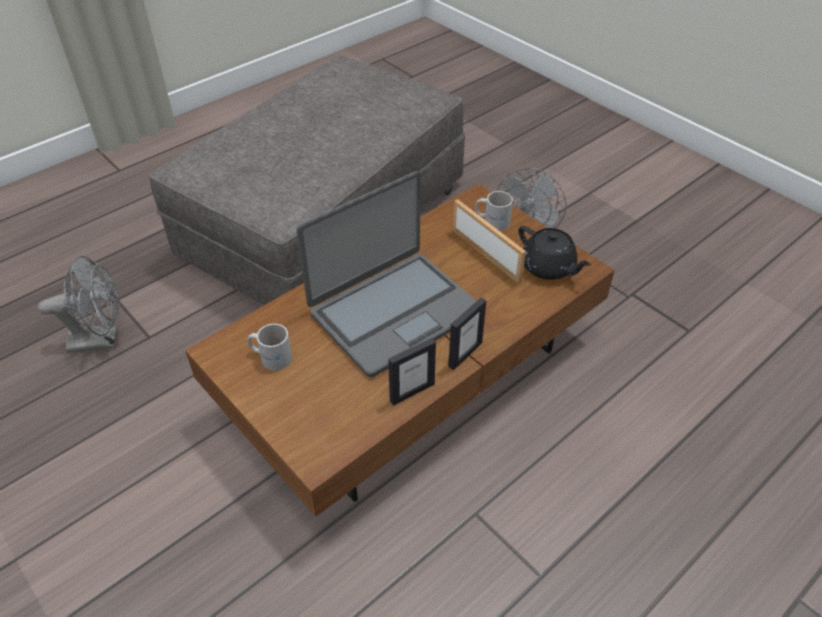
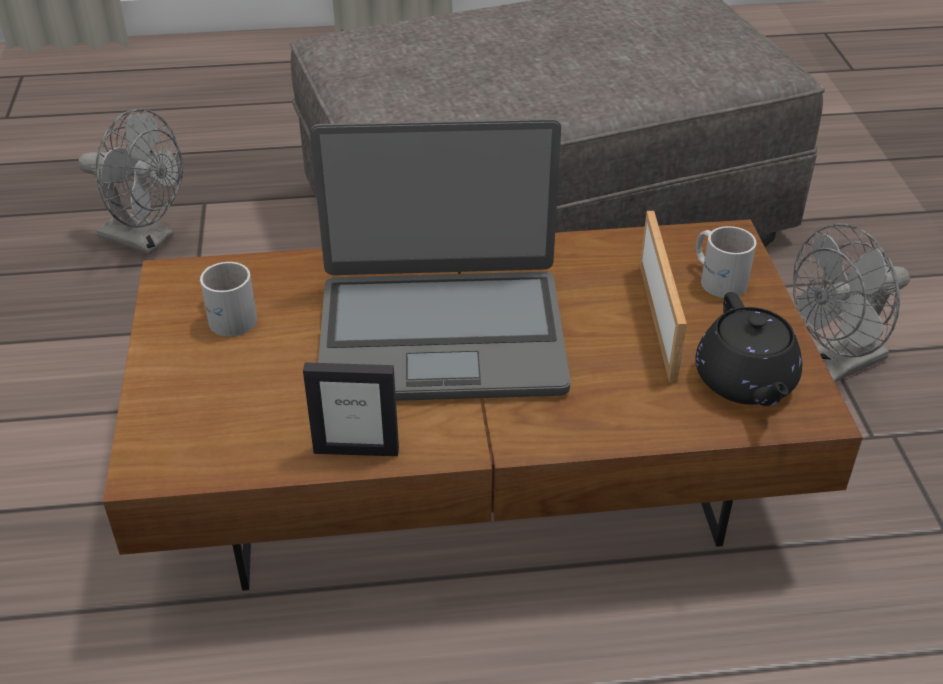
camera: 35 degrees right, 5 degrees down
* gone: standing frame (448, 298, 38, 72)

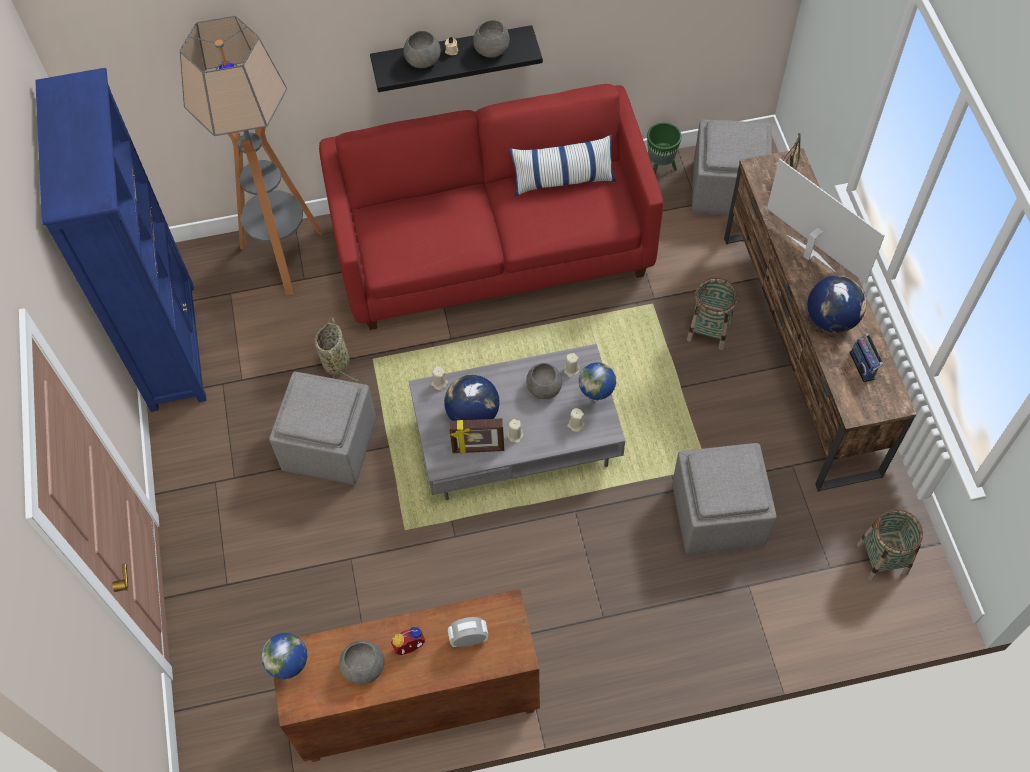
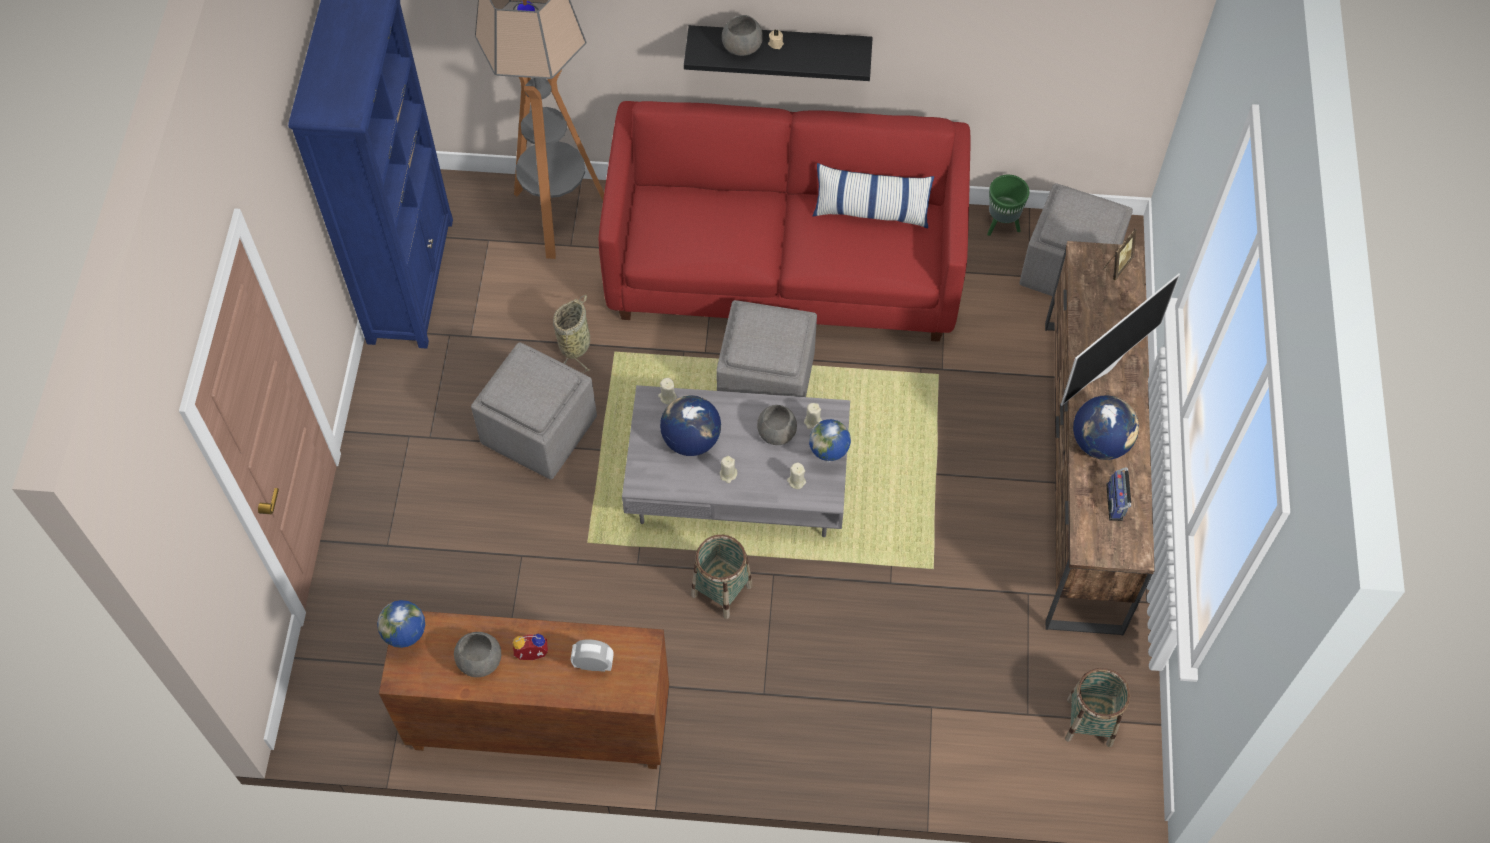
camera: 15 degrees right, 0 degrees up
* shifted: household basket (687, 277, 51, 73) to (691, 535, 61, 84)
* shifted: gray ottoman (672, 443, 104, 111) to (716, 300, 101, 97)
* rotated: TV set (767, 159, 118, 124) = (1061, 274, 119, 132) 75 degrees clockwise
* gone: standing frame (449, 418, 55, 36)
* gone: gray deep dish (473, 20, 37, 38)

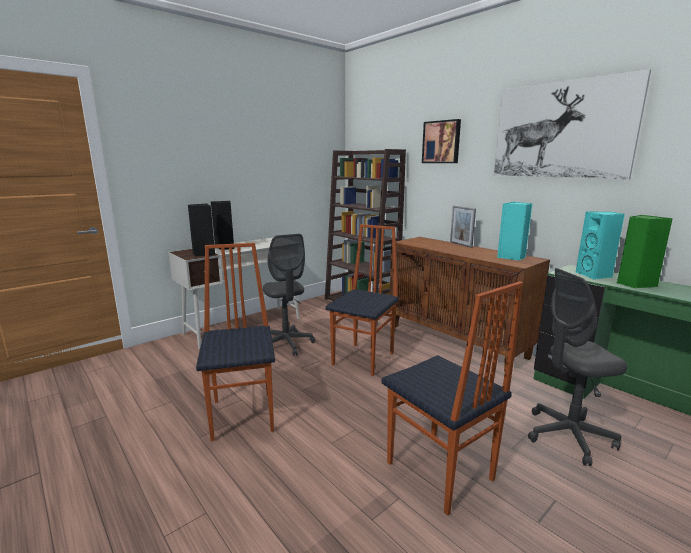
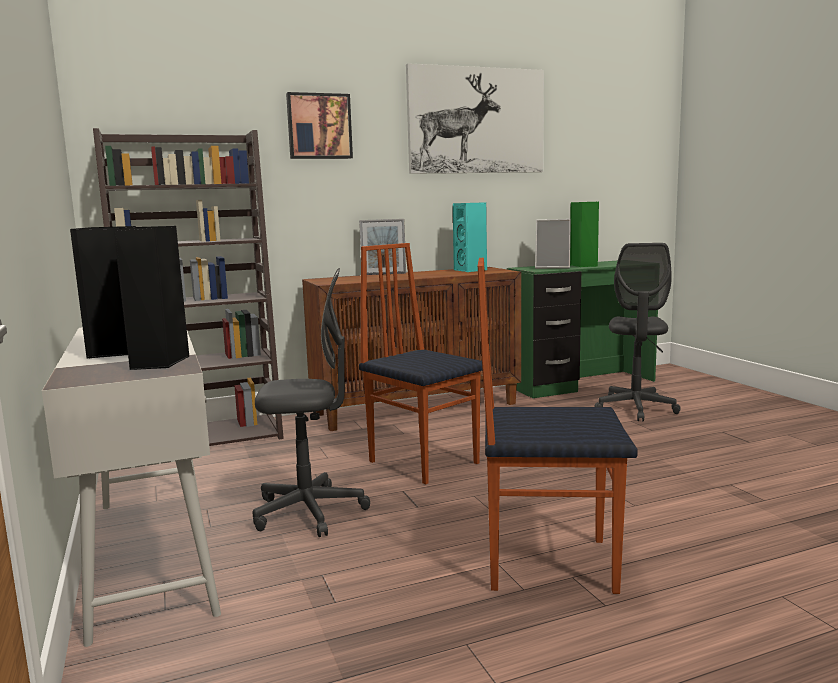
camera: 70 degrees left, 5 degrees down
* swapped: blue-green loudspeaker (575, 211, 50, 69) to standing frame (535, 219, 36, 50)
* gone: chair (382, 281, 141, 235)

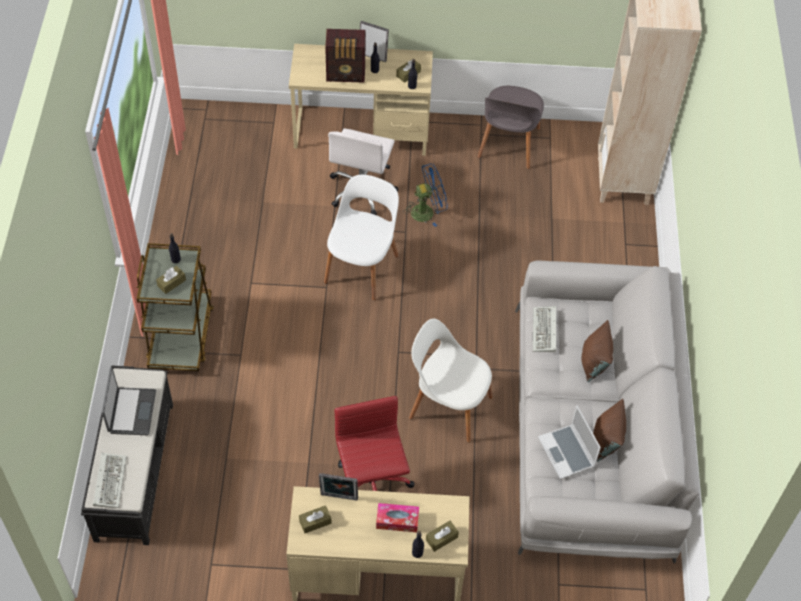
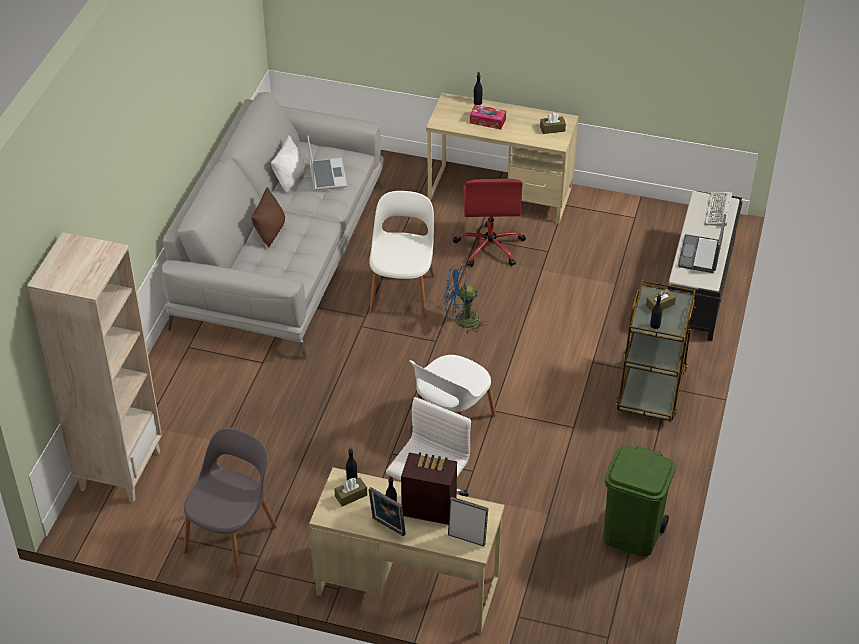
camera: 165 degrees left, 10 degrees down
* repainted: brownish cushion (593, 399, 33, 63) to white cushion (271, 135, 34, 58)
* rotated: white chair (409, 319, 83, 124) = (369, 191, 66, 127) 120 degrees counterclockwise
* shifted: blue cooling fan (403, 163, 45, 64) to (445, 265, 42, 69)
* shifted: standing frame (319, 473, 39, 28) to (448, 497, 40, 49)
* new: green-coloured rubbish bin (603, 446, 73, 111)
* gone: brownish box of tissues (426, 521, 33, 31)
* gone: computer keyboard (533, 306, 23, 46)

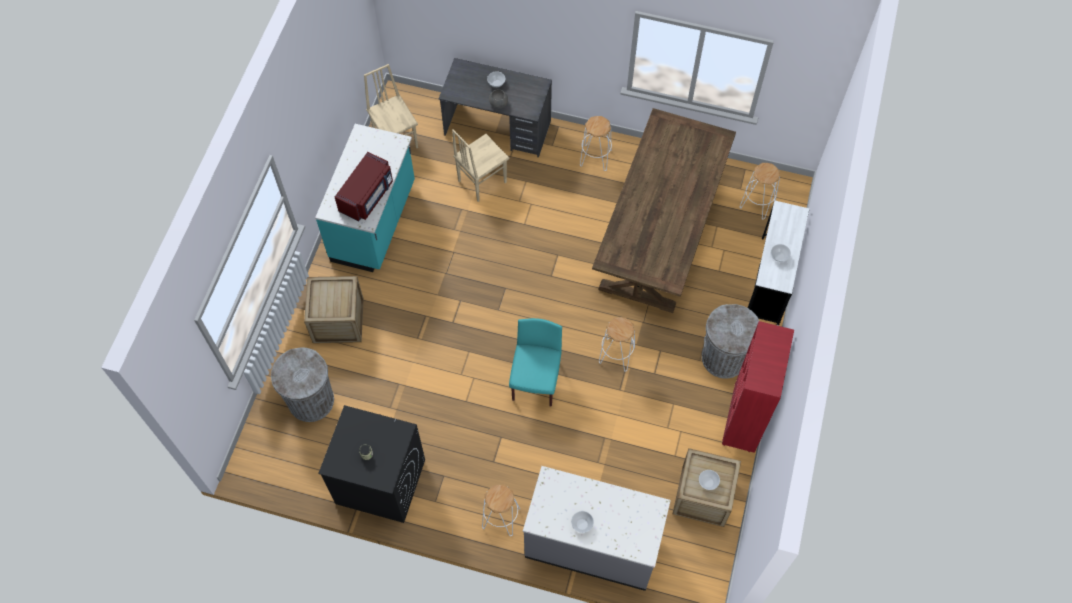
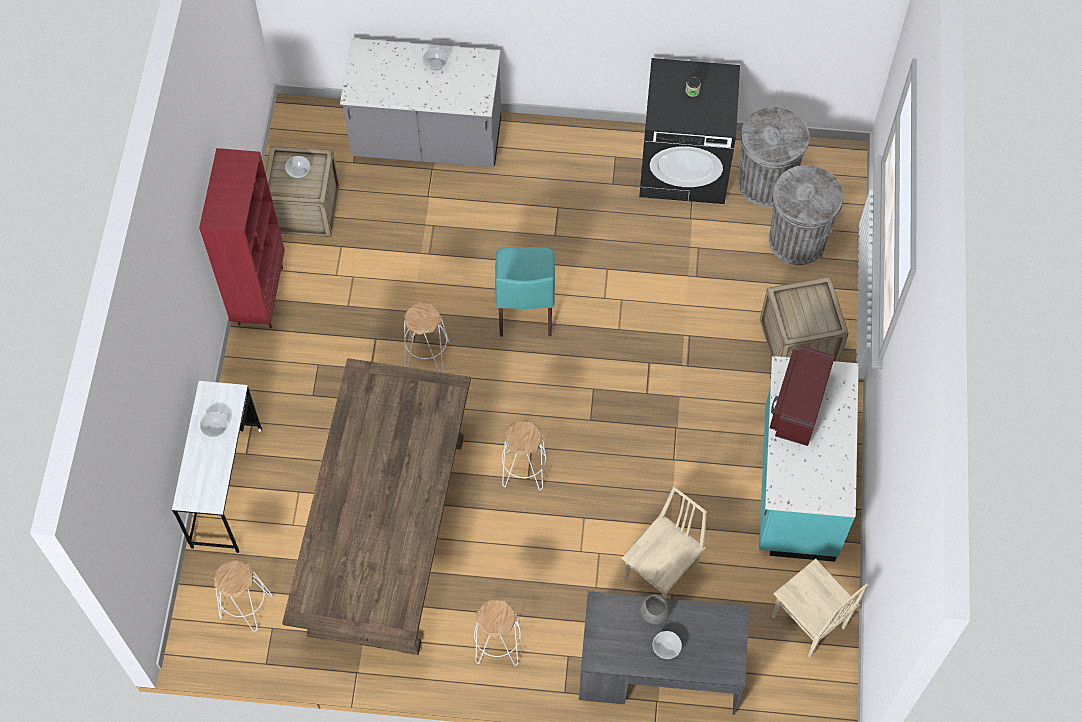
camera: 170 degrees right, 0 degrees up
* shifted: white stool (482, 484, 38, 52) to (502, 420, 44, 70)
* shifted: gray rubbish bin (702, 304, 57, 75) to (737, 107, 73, 100)

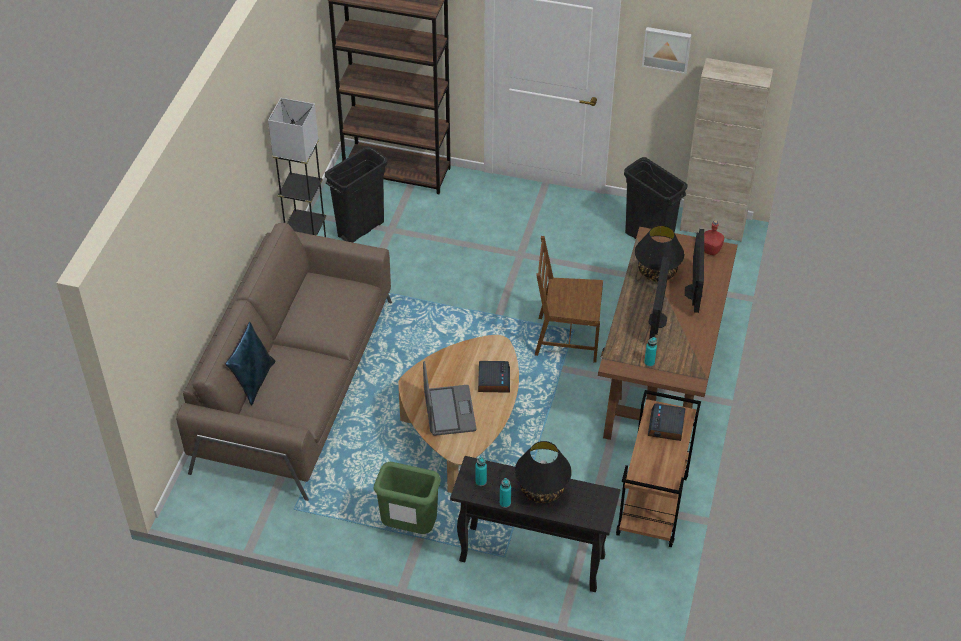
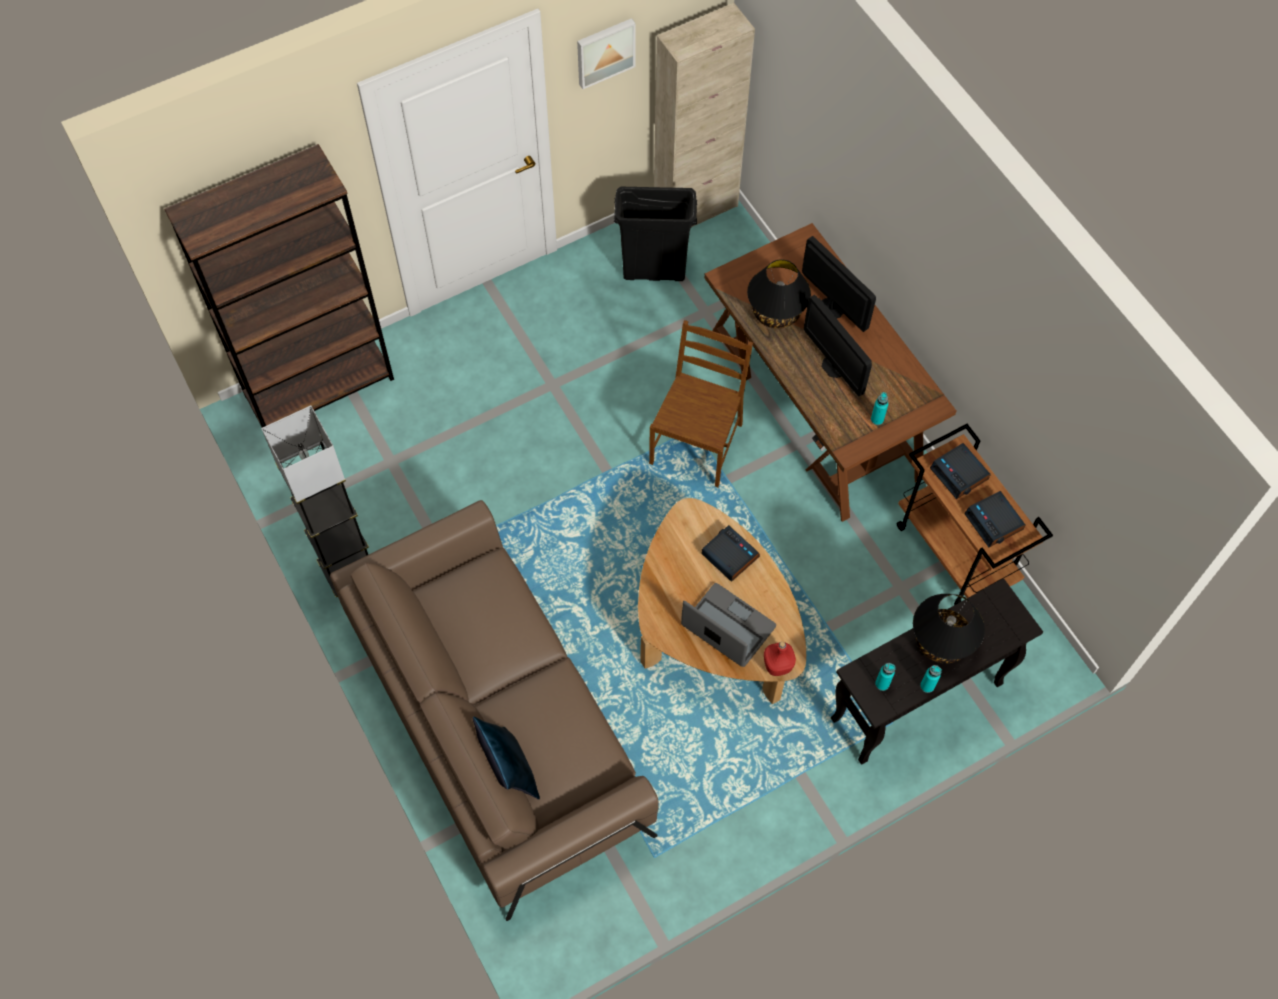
camera: 45 degrees left, 15 degrees up
* rotated: brownish chair (535, 236, 68, 127) = (649, 320, 104, 167) 150 degrees clockwise
* shifted: red bottle (704, 220, 20, 35) to (764, 642, 32, 34)
* new: alarm clock (964, 491, 62, 56)
* gone: blackish rubbish bin (325, 146, 62, 97)
* gone: green-coloured rubbish bin (373, 462, 68, 72)

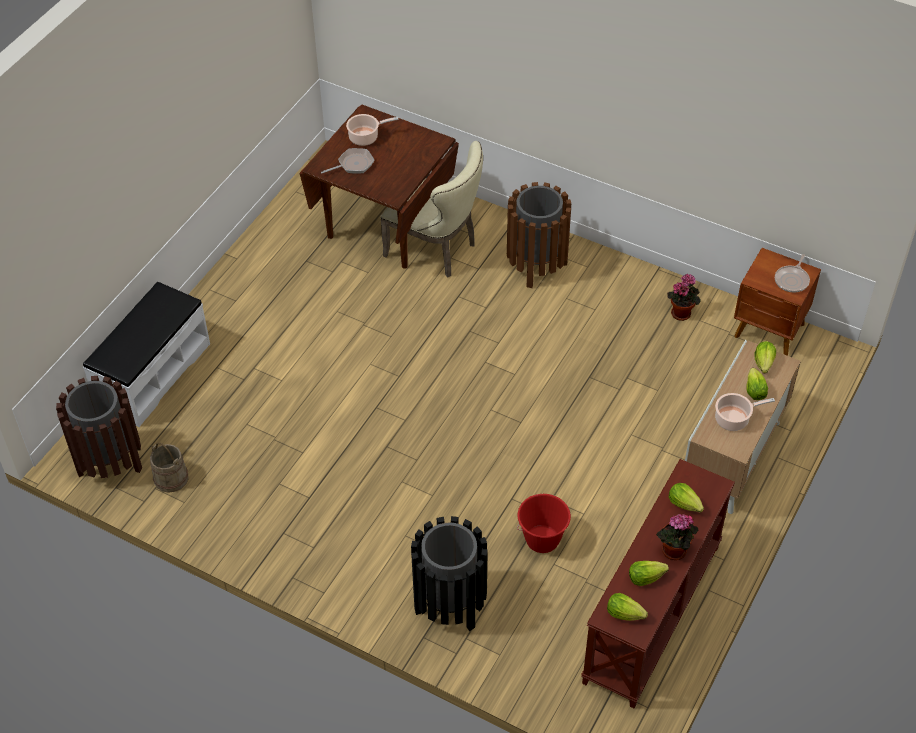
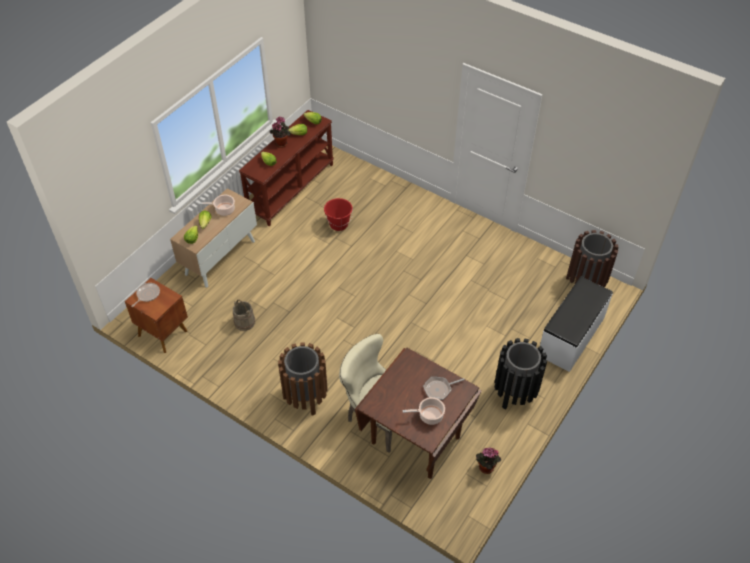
camera: 175 degrees left, 0 degrees up
* shifted: beige-coloured water bucket (150, 442, 38, 51) to (233, 299, 22, 32)
* shifted: houseplant (667, 274, 34, 47) to (476, 448, 25, 26)
* shifted: blackish rubbish bin (411, 516, 77, 115) to (495, 338, 52, 71)

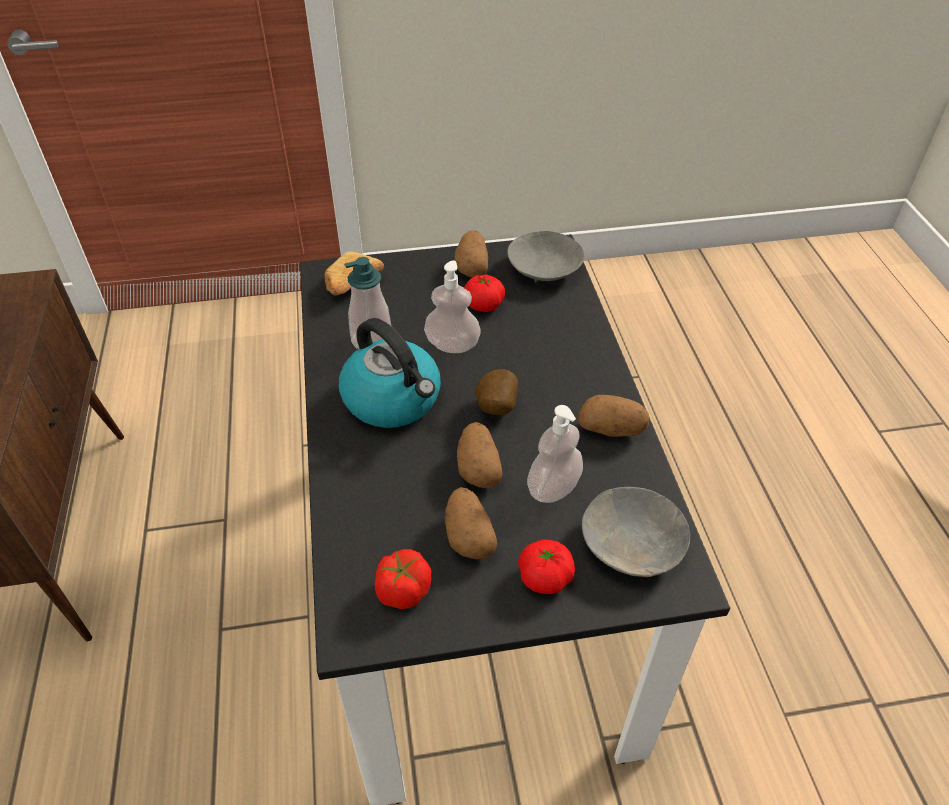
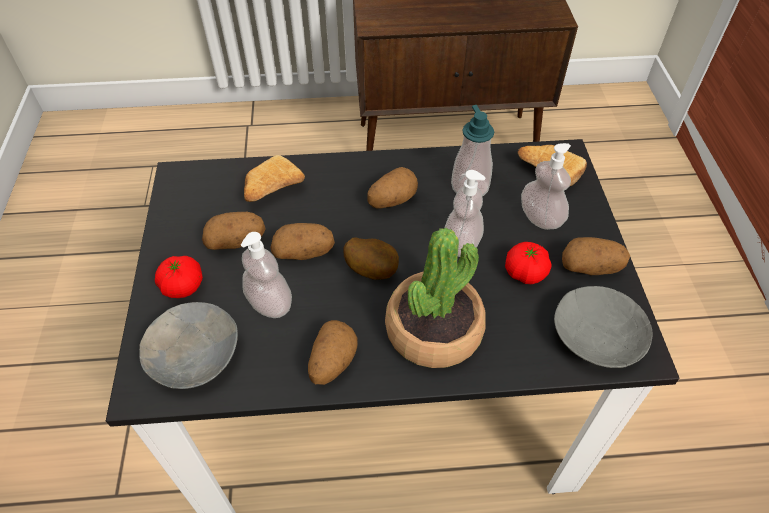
camera: 95 degrees right, 5 degrees up
* new: bread (244, 155, 61, 47)
* swapped: water kettle (339, 318, 102, 110) to potato (368, 167, 50, 42)
* new: houseplant (385, 228, 101, 140)
* new: soap bottle (521, 143, 50, 87)
* gone: whole tomato (374, 549, 57, 60)

